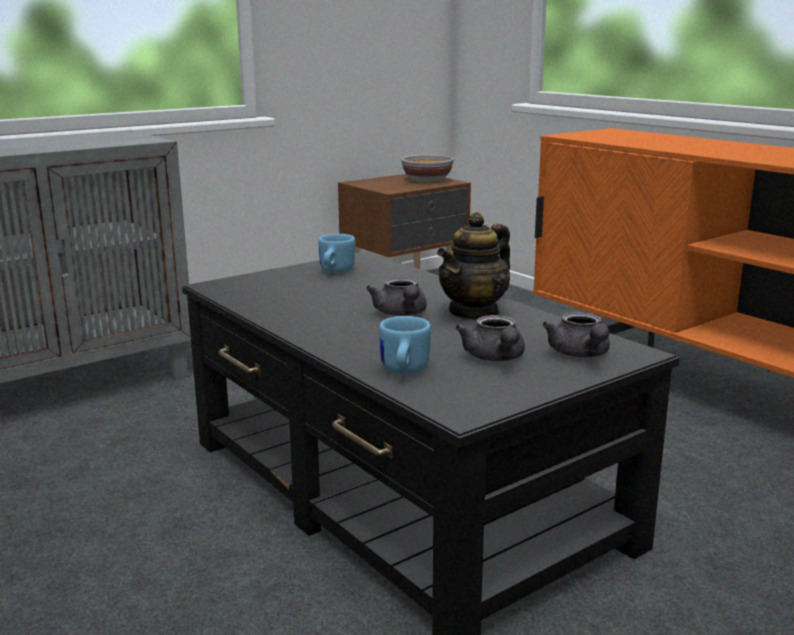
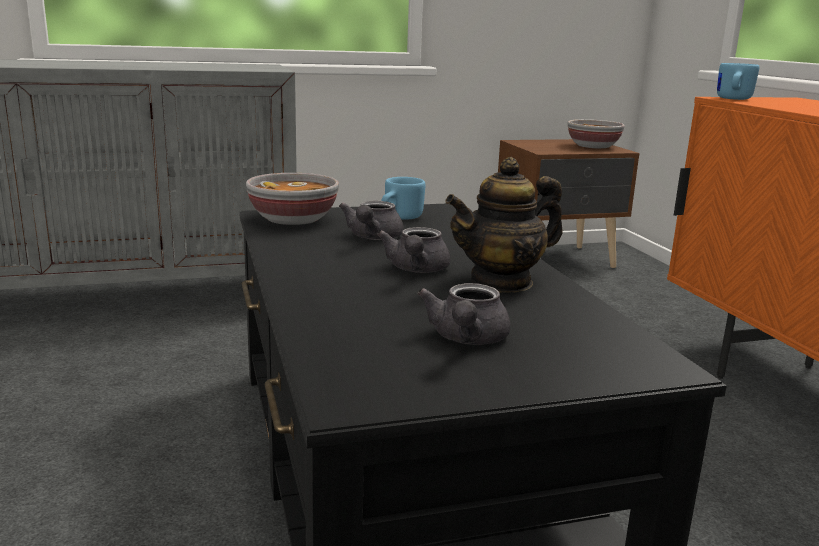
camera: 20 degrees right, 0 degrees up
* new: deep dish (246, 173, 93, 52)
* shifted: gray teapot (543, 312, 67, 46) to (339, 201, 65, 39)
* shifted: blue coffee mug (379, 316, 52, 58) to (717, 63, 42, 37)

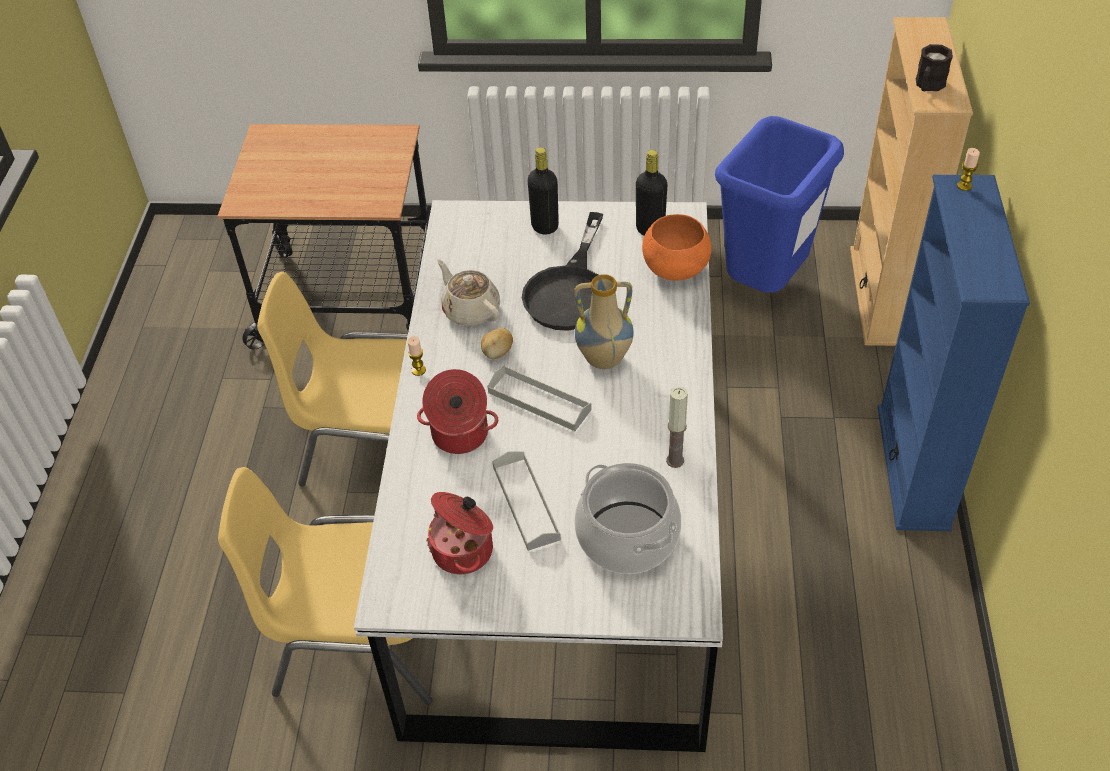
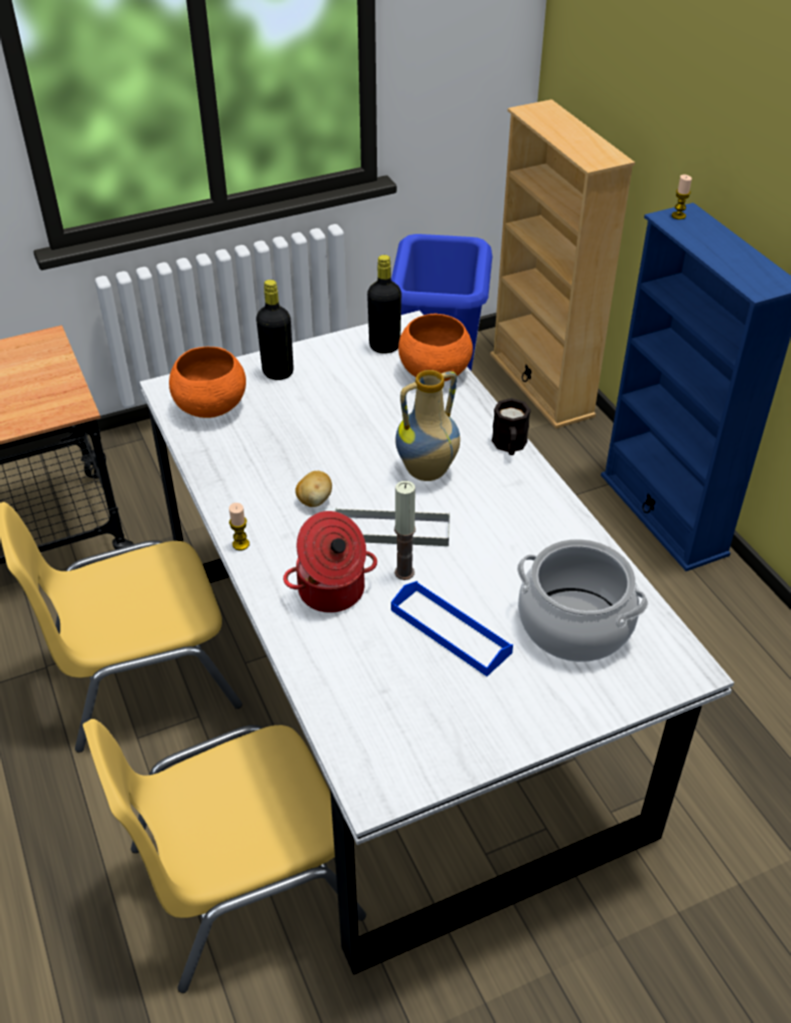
camera: 30 degrees left, 5 degrees down
* new: orange-coloured deep dish (169, 347, 77, 71)
* repainted: gray serving tray (492, 451, 69, 100) to blue serving tray (391, 581, 122, 95)
* shifted: candle (666, 387, 22, 81) to (394, 481, 22, 99)
* shifted: blackish coffee mug (916, 44, 37, 47) to (491, 398, 40, 57)
* gone: stockpot (426, 492, 67, 82)
* gone: beige-coloured teapot (437, 259, 63, 67)
* gone: blackish pan (522, 212, 81, 119)

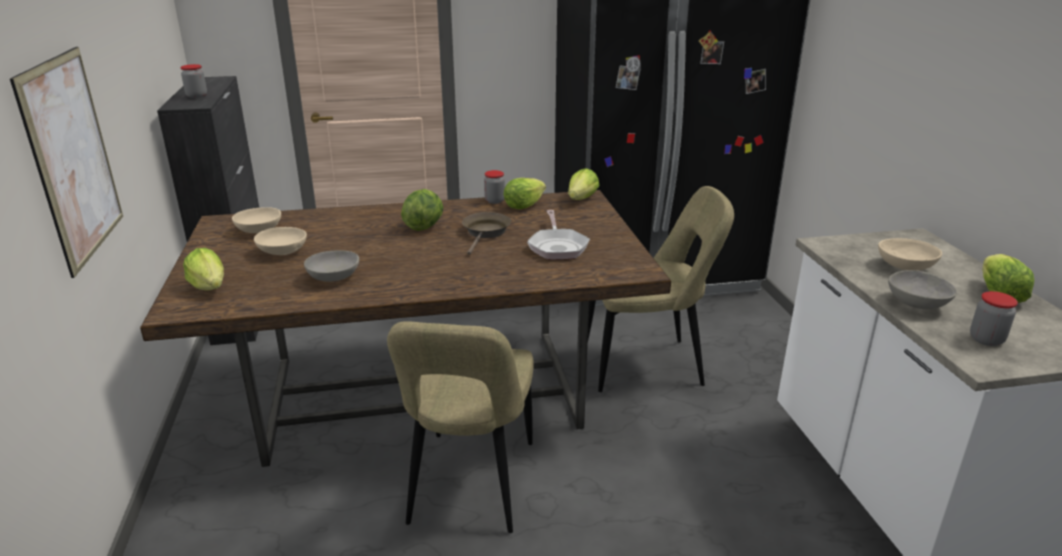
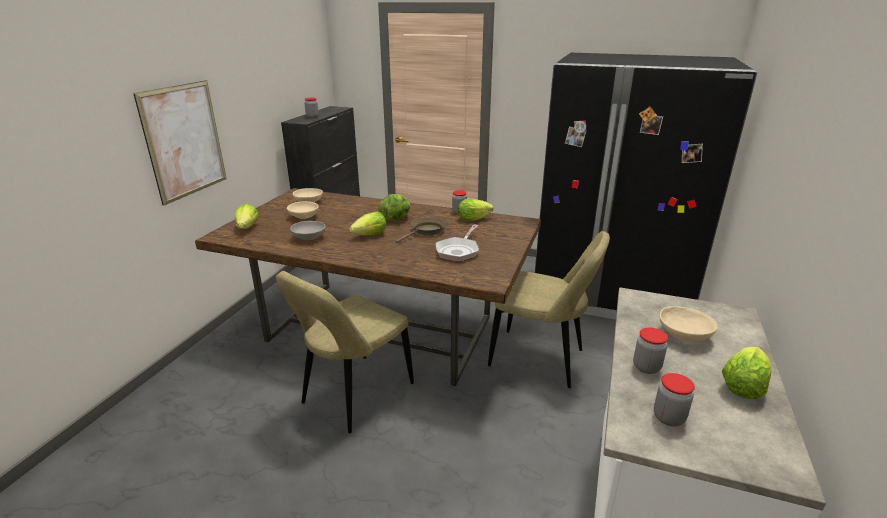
camera: 30 degrees right, 0 degrees up
* shifted: lettuce head (568, 168, 31, 32) to (349, 212, 37, 23)
* swapped: gray deep dish (888, 270, 69, 39) to preserve jar (633, 328, 35, 46)

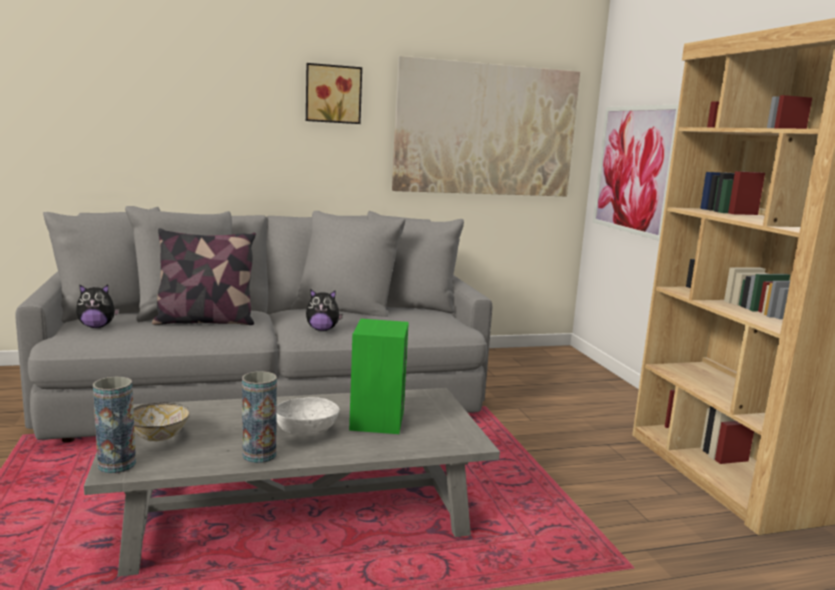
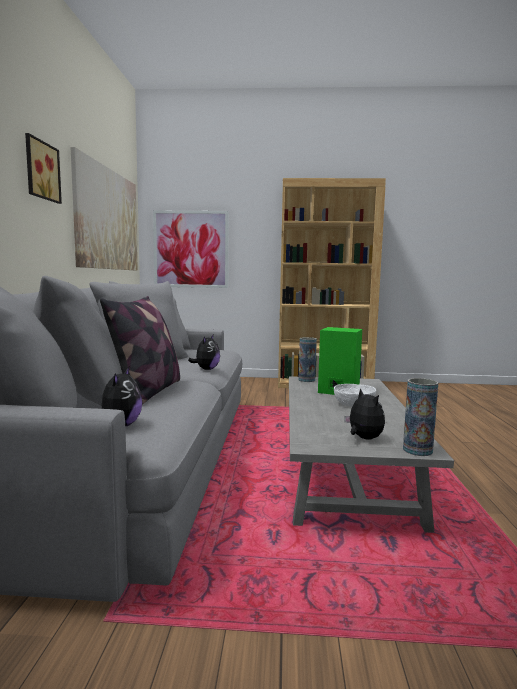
camera: 70 degrees left, 5 degrees down
* shifted: vase (242, 371, 35, 92) to (298, 337, 19, 45)
* swapped: deep dish (133, 402, 57, 39) to soft toy (344, 388, 41, 52)

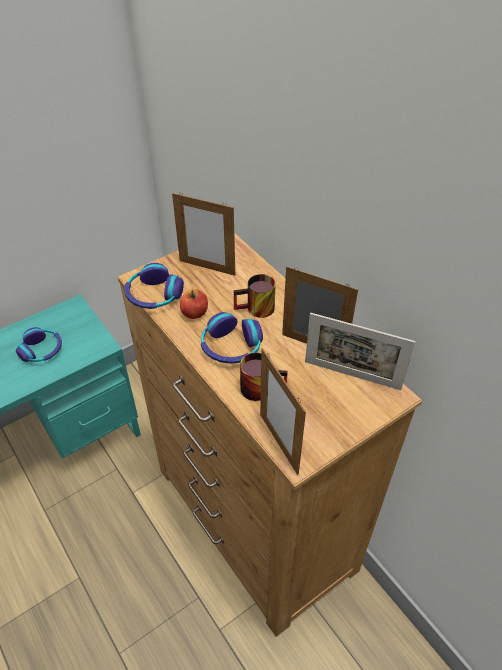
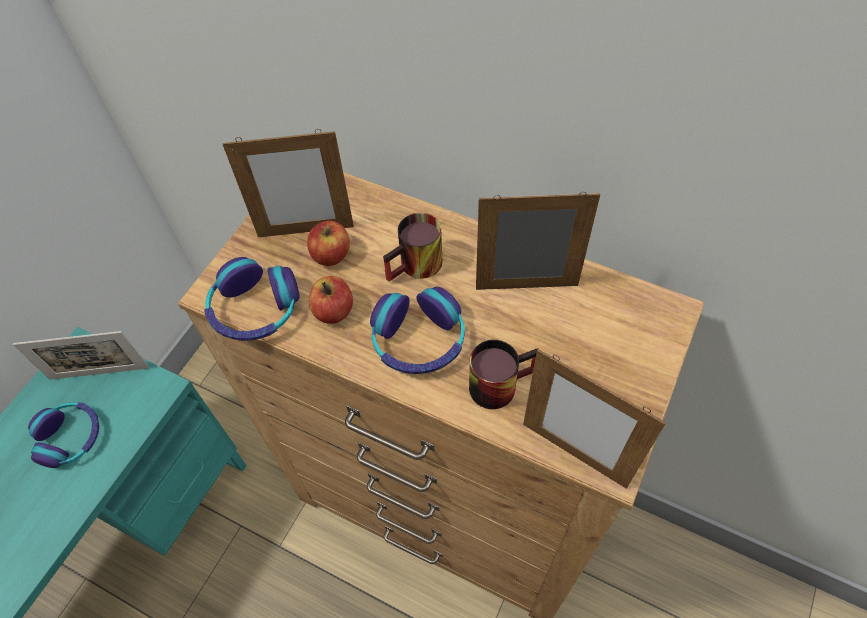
camera: 25 degrees left, 10 degrees up
* shifted: standing frame (305, 313, 111, 77) to (13, 331, 137, 49)
* new: apple (307, 221, 43, 45)

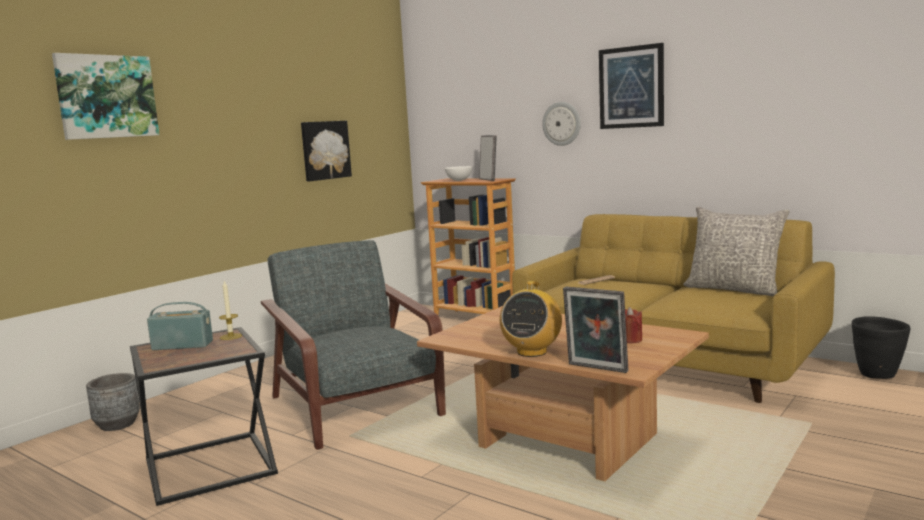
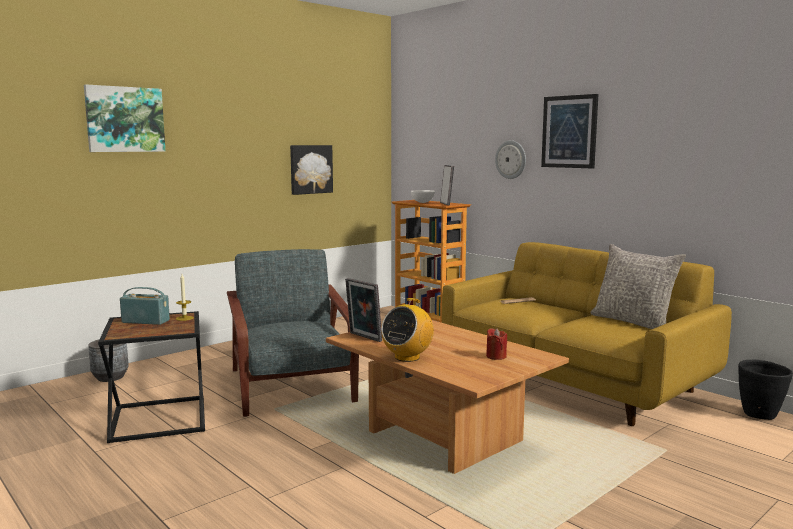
camera: 10 degrees right, 0 degrees up
* shifted: standing frame (563, 287, 65, 86) to (345, 278, 37, 64)

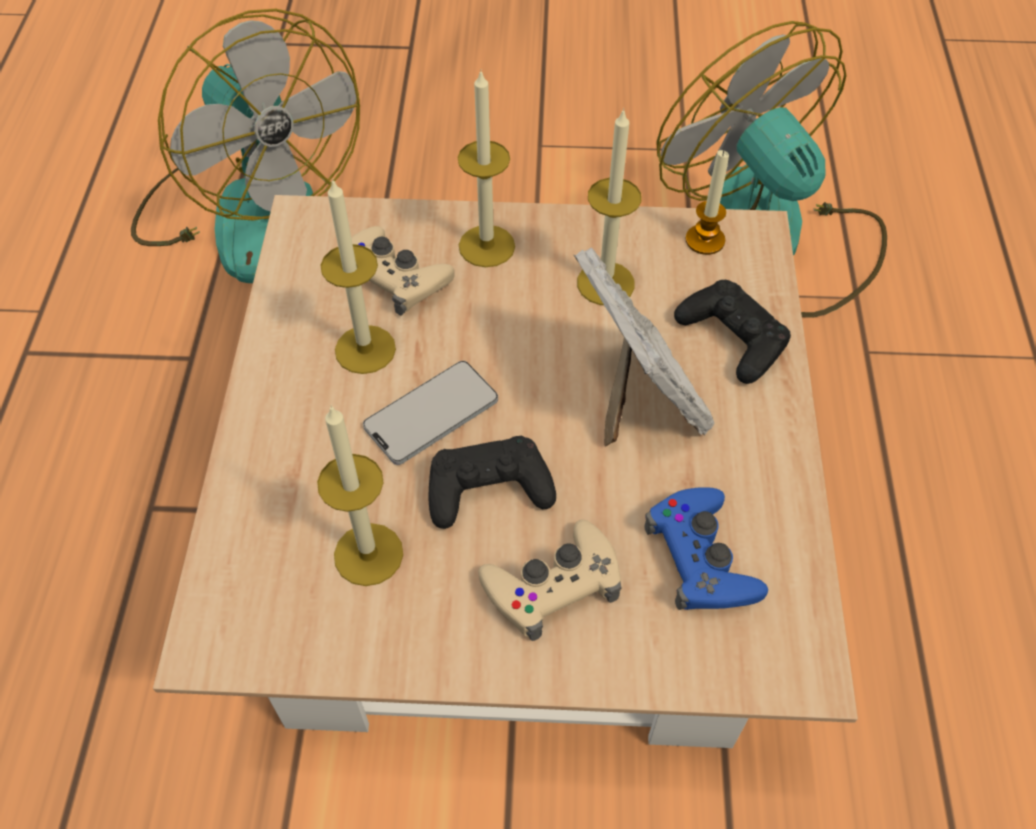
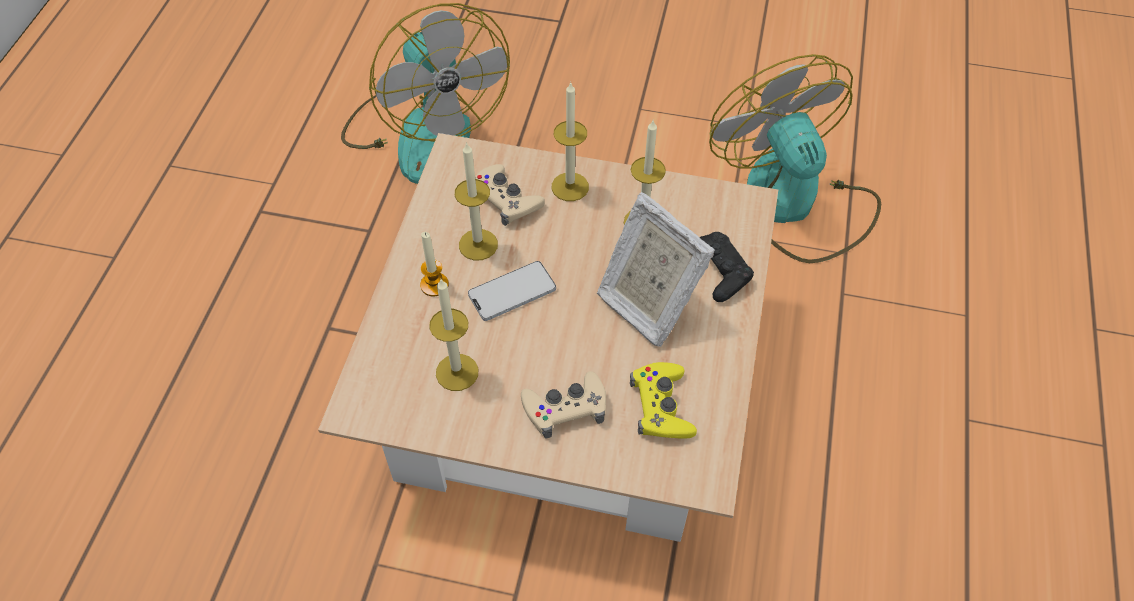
camera: 10 degrees right, 0 degrees up
* shifted: candle (685, 150, 44, 105) to (420, 232, 29, 65)
* rotated: standing frame (574, 247, 141, 200) = (597, 192, 118, 155) 150 degrees clockwise
* repainted: blue joypad (644, 487, 124, 123) to yellow joypad (630, 362, 67, 77)
* gone: blackish joypad (428, 435, 128, 94)

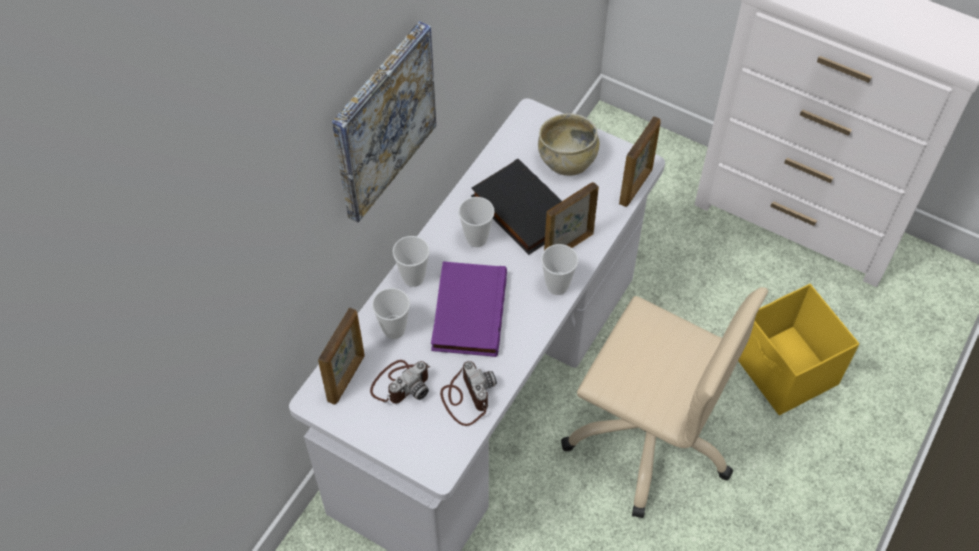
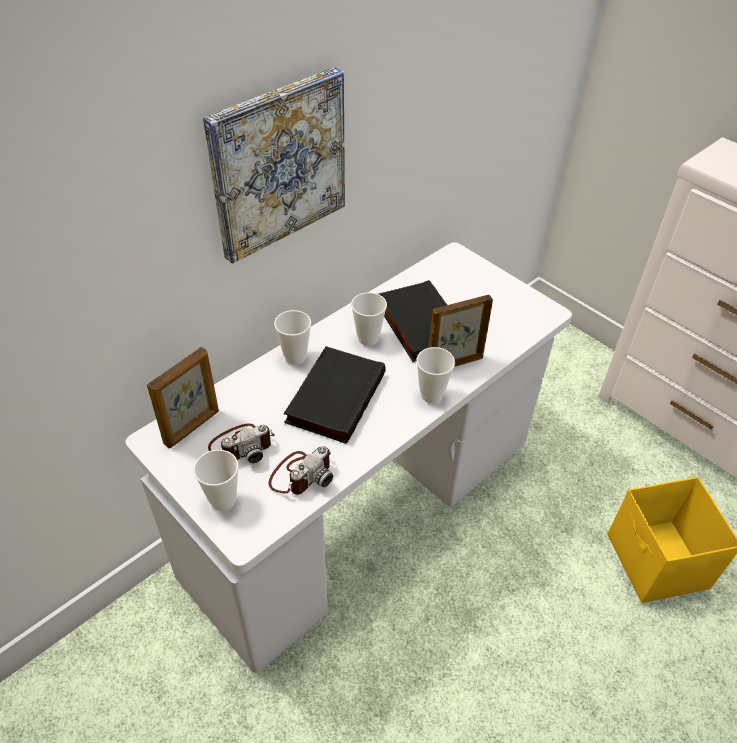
camera: 15 degrees right, 10 degrees down
* shifted: small cup (372, 288, 38, 51) to (193, 450, 46, 61)
* rotated: photo camera (440, 361, 57, 65) = (268, 446, 65, 49) 45 degrees clockwise
* repainted: purple book (431, 261, 76, 96) to blackish book (284, 346, 102, 98)
* gone: beige-coloured deep dish (538, 113, 61, 63)
* gone: beige-coloured computer chair (561, 287, 207, 231)
* gone: standing frame (619, 116, 42, 91)

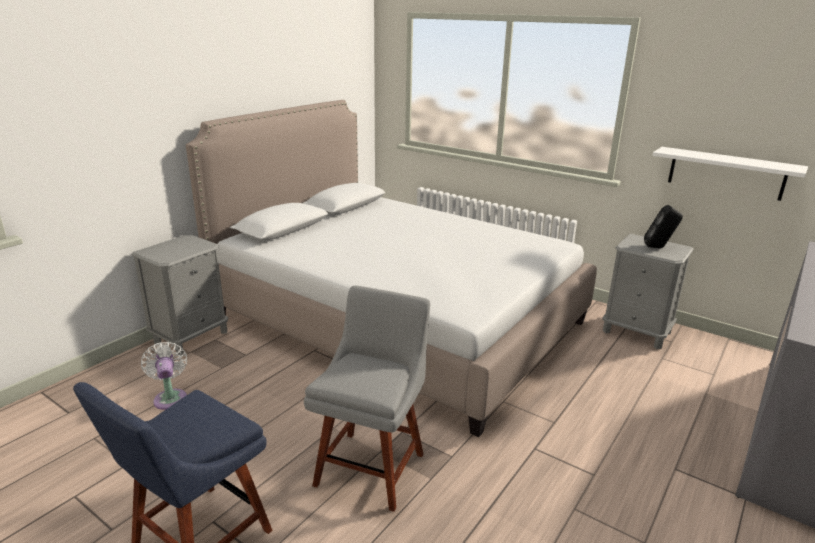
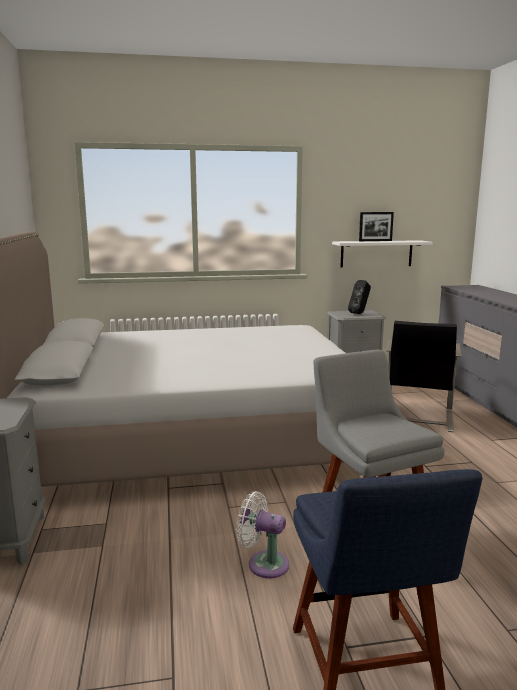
camera: 45 degrees left, 10 degrees down
* shifted: white cooling fan (141, 342, 46, 68) to (236, 491, 53, 87)
* new: standing frame (359, 212, 35, 29)
* new: blackish chair (385, 321, 77, 111)

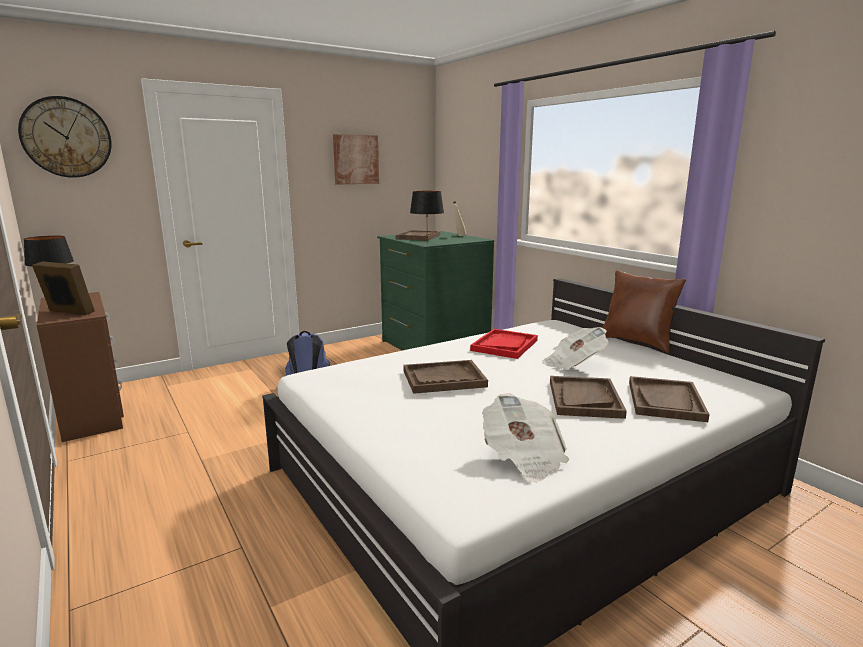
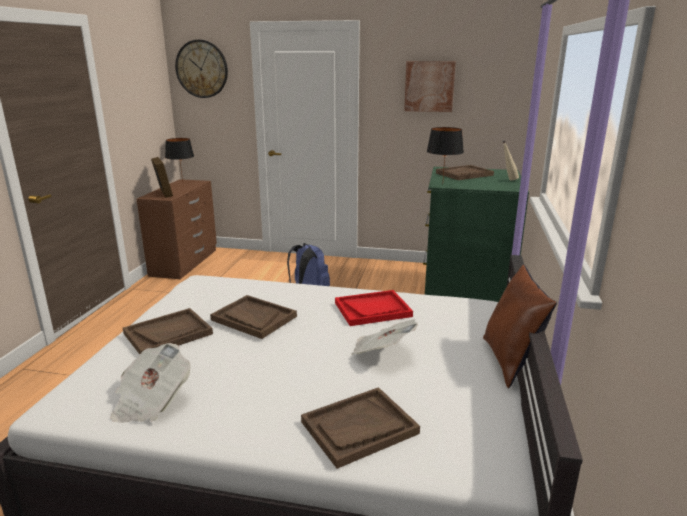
camera: 45 degrees right, 5 degrees up
* shifted: brownish serving tray (550, 376, 77, 43) to (123, 308, 90, 46)

